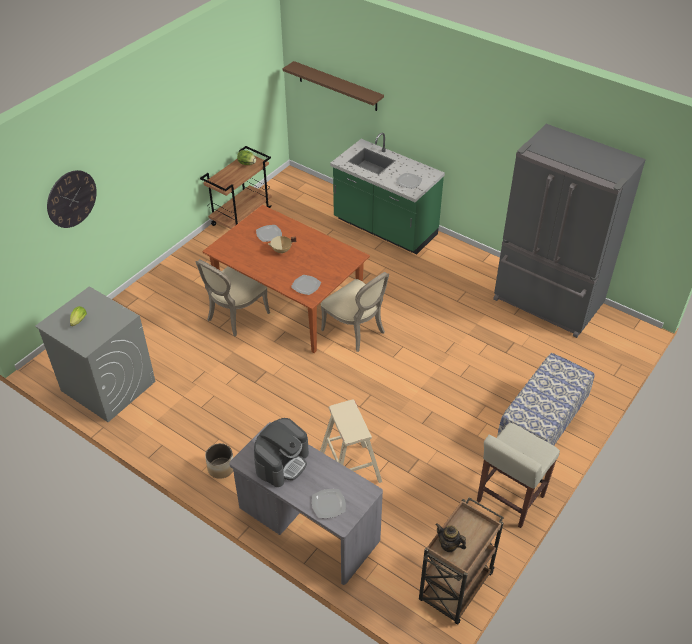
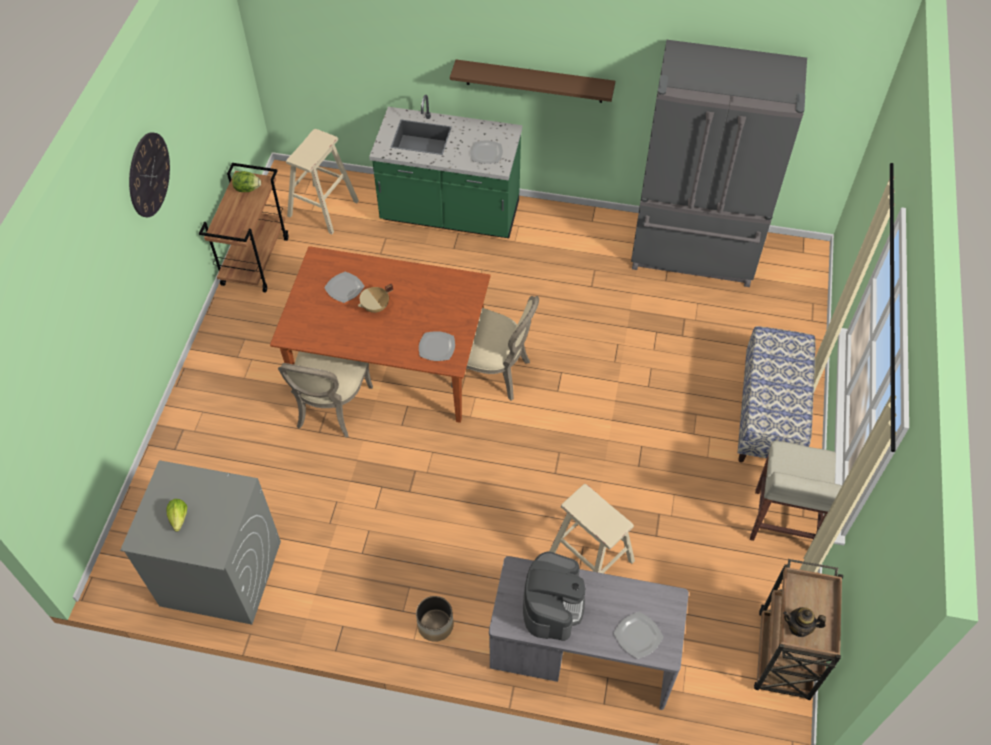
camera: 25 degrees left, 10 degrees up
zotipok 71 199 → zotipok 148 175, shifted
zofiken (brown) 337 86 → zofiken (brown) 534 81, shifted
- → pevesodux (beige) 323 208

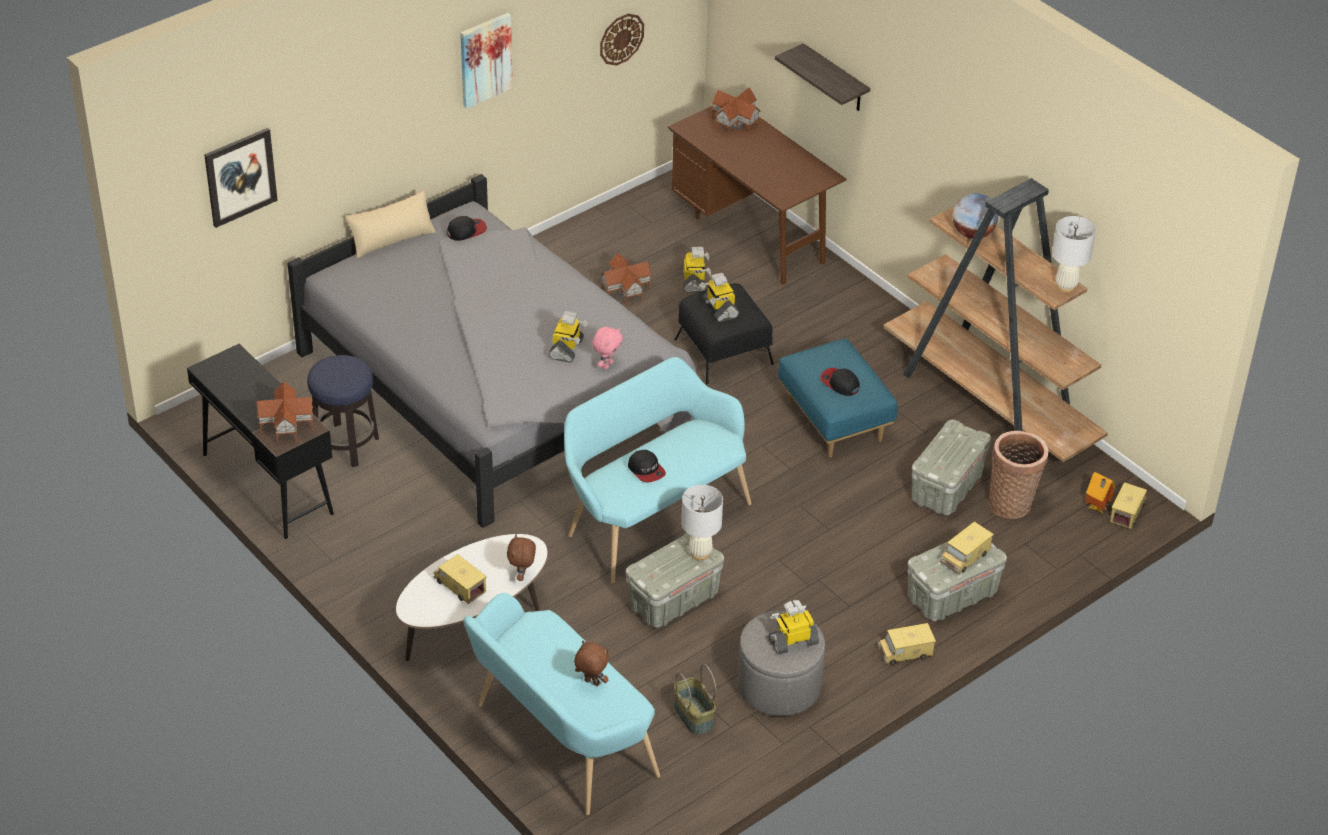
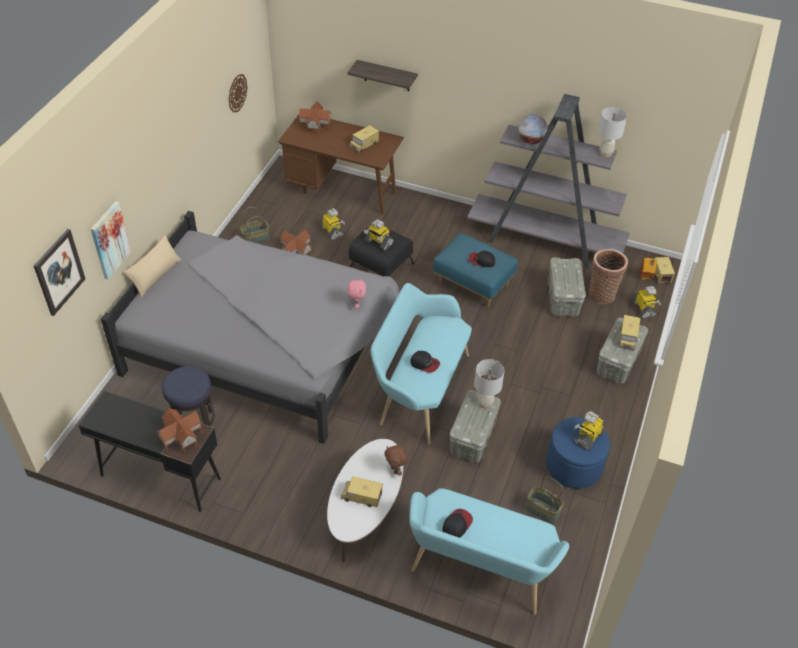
camera: 30 degrees left, 5 degrees up
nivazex 466 231 → nivazex 457 524, shifted
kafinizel 485 59 → kafinizel 110 240, shifted
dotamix 567 349 → dotamix 643 309, shifted
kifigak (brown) 591 683 → -
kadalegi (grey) 779 686 → kadalegi (blue) 574 466
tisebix 905 652 → tisebix 364 144, shifted
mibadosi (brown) 990 405 → mibadosi (grey) 545 241
- → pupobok 256 238

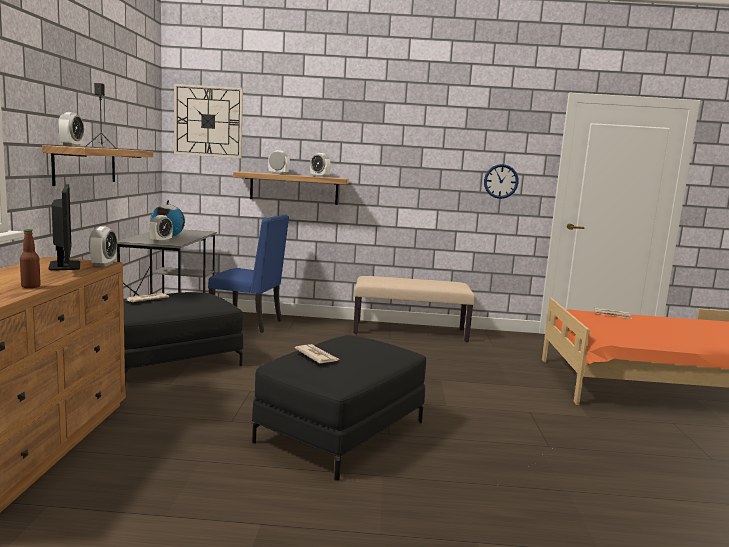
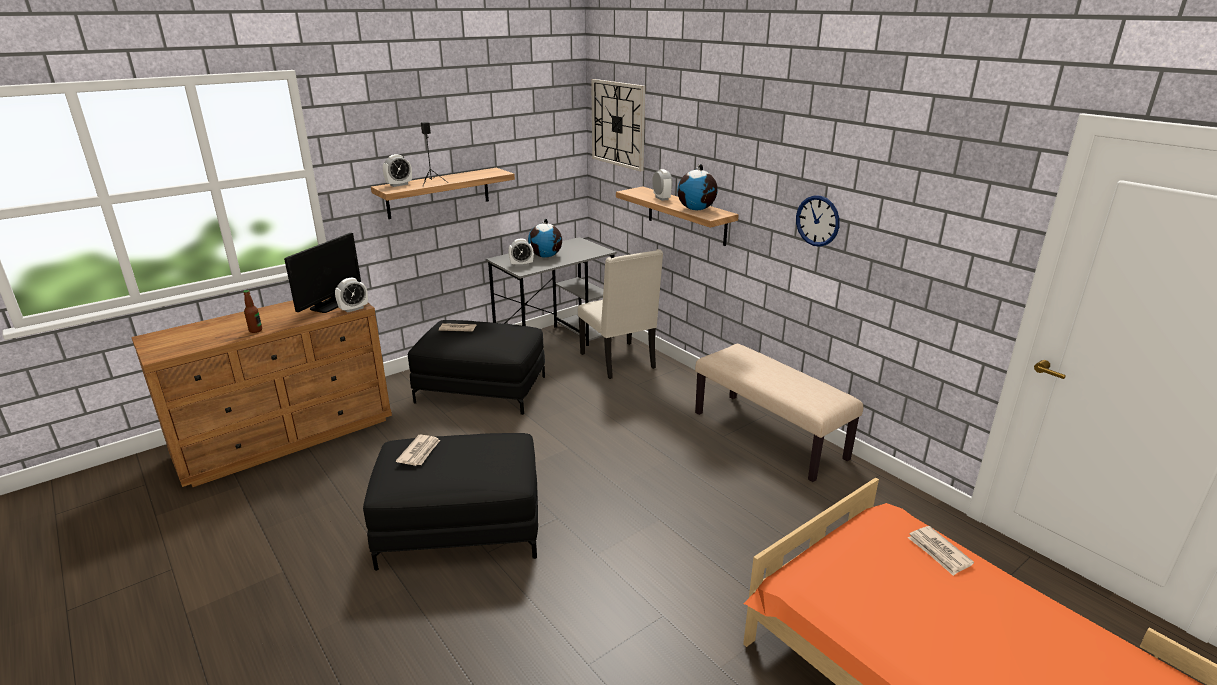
camera: 50 degrees right, 15 degrees up
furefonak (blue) 248 323 → furefonak (beige) 619 361
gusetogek 319 176 → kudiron 696 209
zotipok 501 181 → zotipok 817 221, shifted

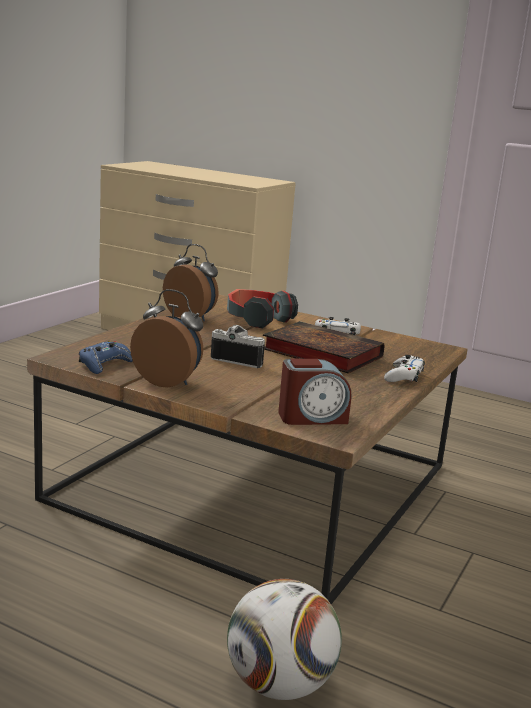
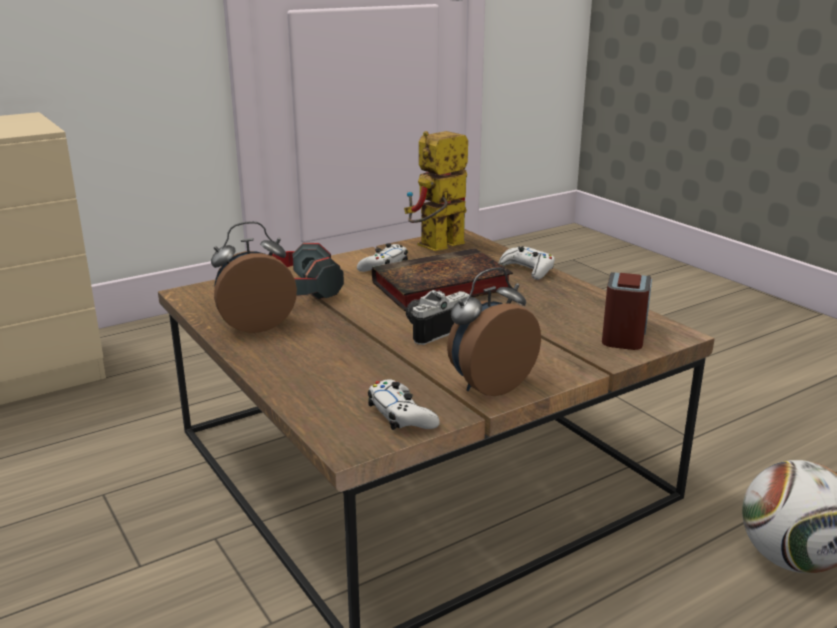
camera: 60 degrees left, 5 degrees up
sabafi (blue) 104 364 → sabafi (white) 401 415
- → dotamix 436 247

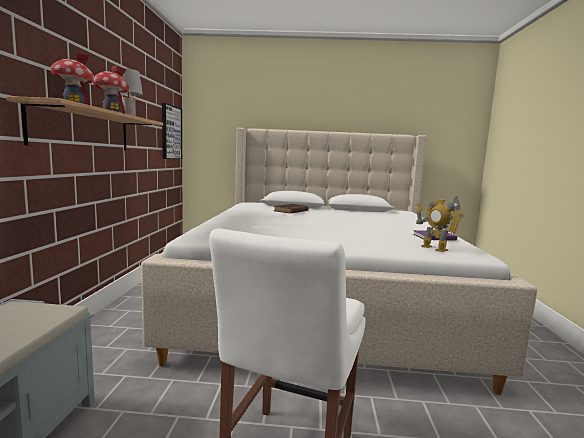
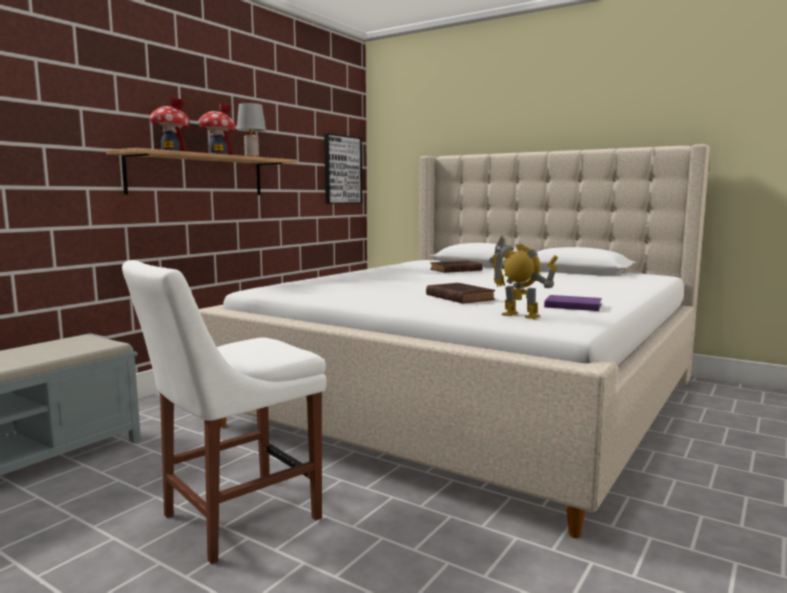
camera: 30 degrees right, 0 degrees up
dotamix 434 248 → dotamix 520 315, 135 degrees clockwise
- → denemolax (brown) 458 297

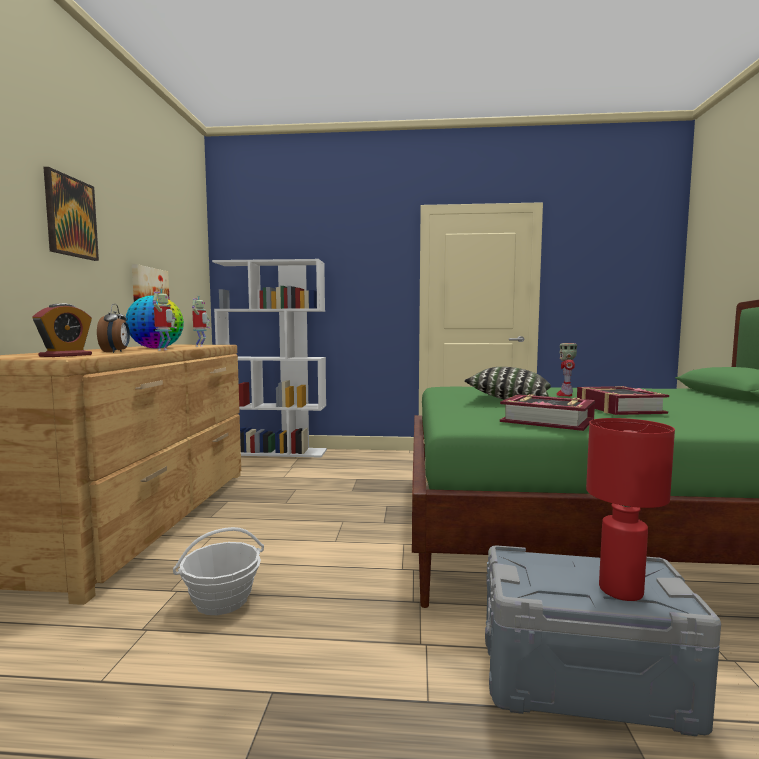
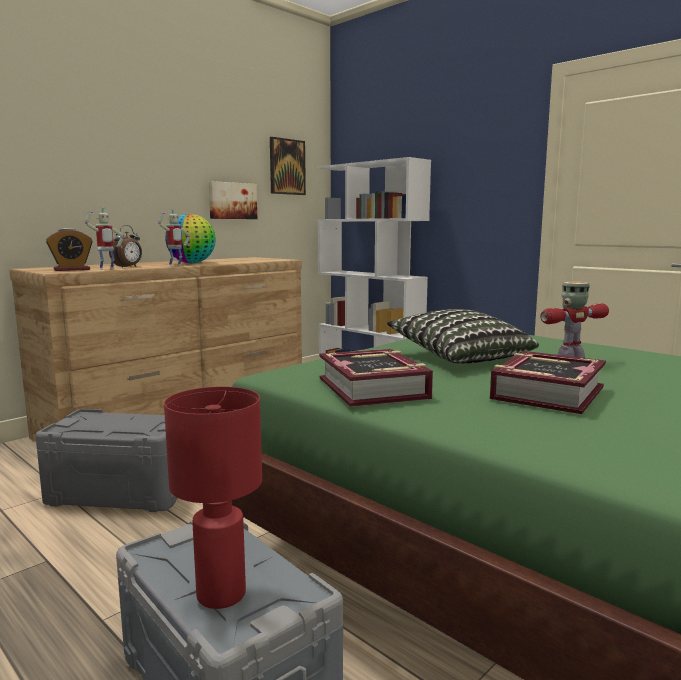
camera: 40 degrees right, 5 degrees up
kafinizel 70 217 → kafinizel 287 167, shifted
pupobok 222 600 → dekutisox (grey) 123 491
dotamix 200 346 → dotamix 107 269, shifted

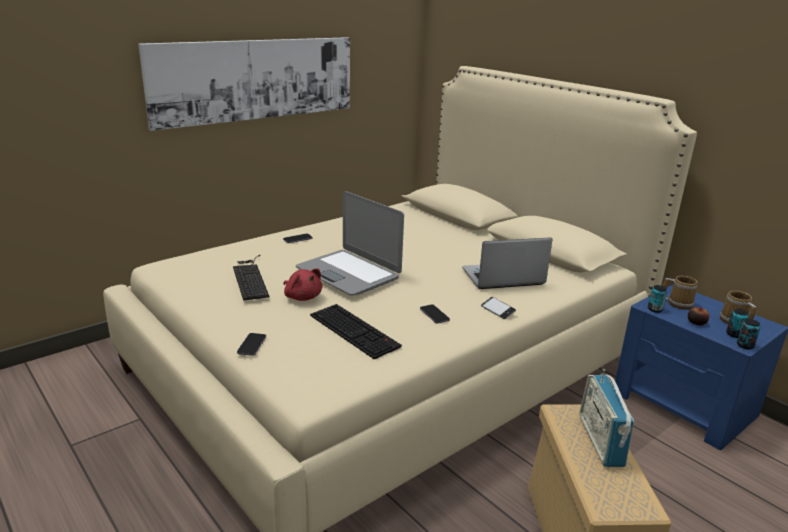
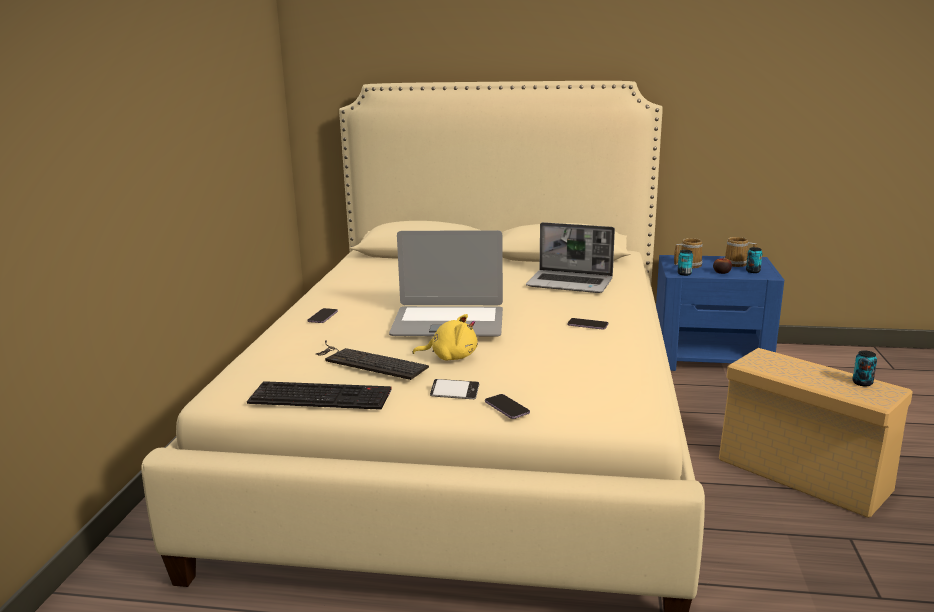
camera: 40 degrees left, 5 degrees down
kafinizel 256 79 → -
kifigak (red) 302 297 → kifigak (yellow) 450 357
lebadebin 356 331 → lebadebin 322 396, shifted
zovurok 502 278 → zovurok 571 283, 105 degrees counterclockwise
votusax 497 310 → votusax 454 393, shifted
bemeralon 600 441 → -
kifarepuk 745 346 → kifarepuk 862 383, shifted

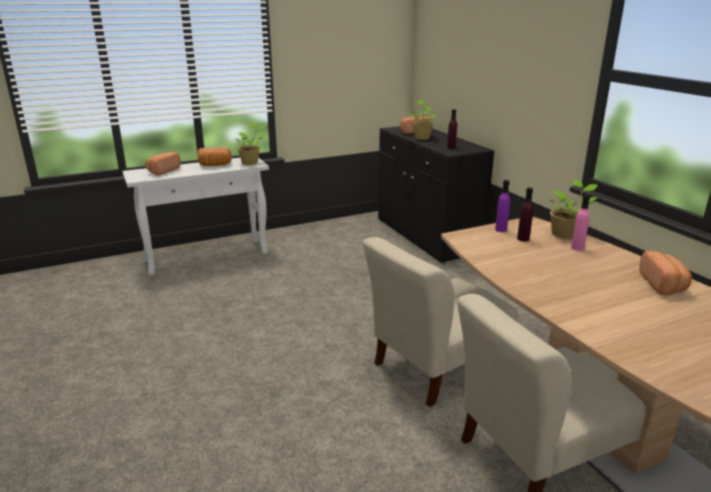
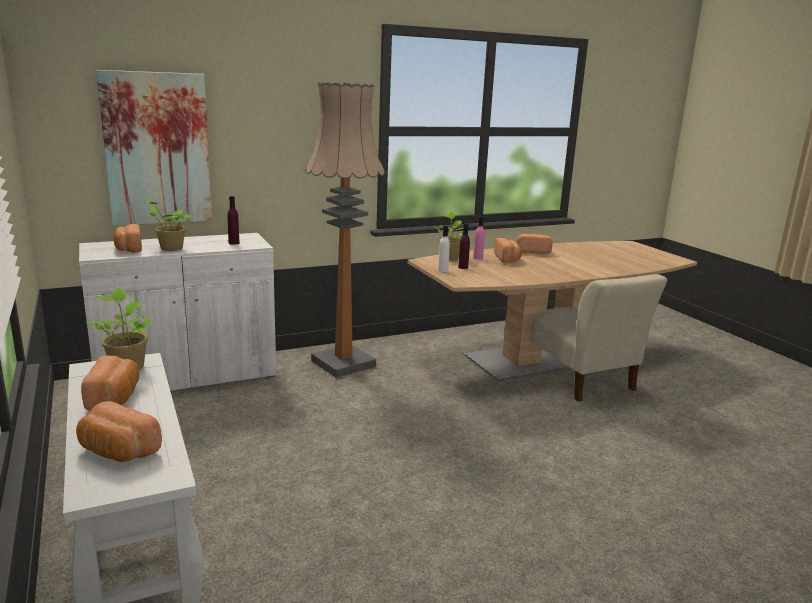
camera: 90 degrees left, 5 degrees down
furefonak (beige) 436 367 → -
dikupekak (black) 427 236 → dikupekak (white) 187 377
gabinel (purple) 501 229 → gabinel (white) 443 270
- → kafinizel 157 149
- → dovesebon 343 363
- → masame 507 259

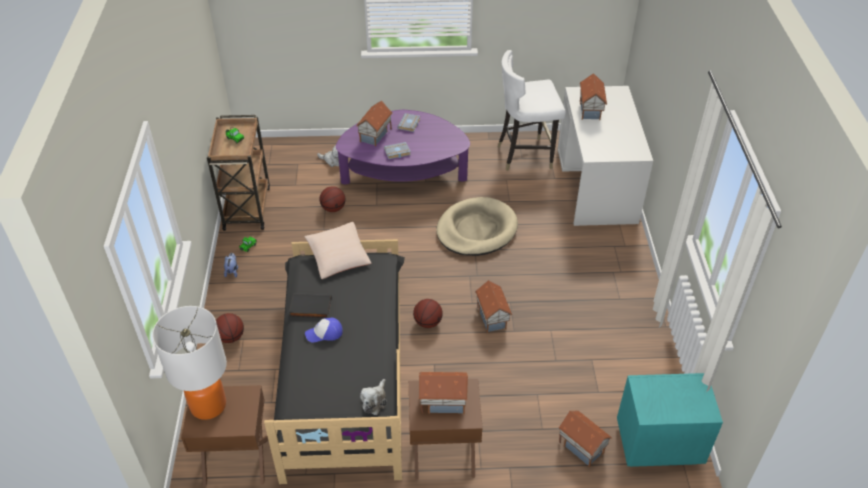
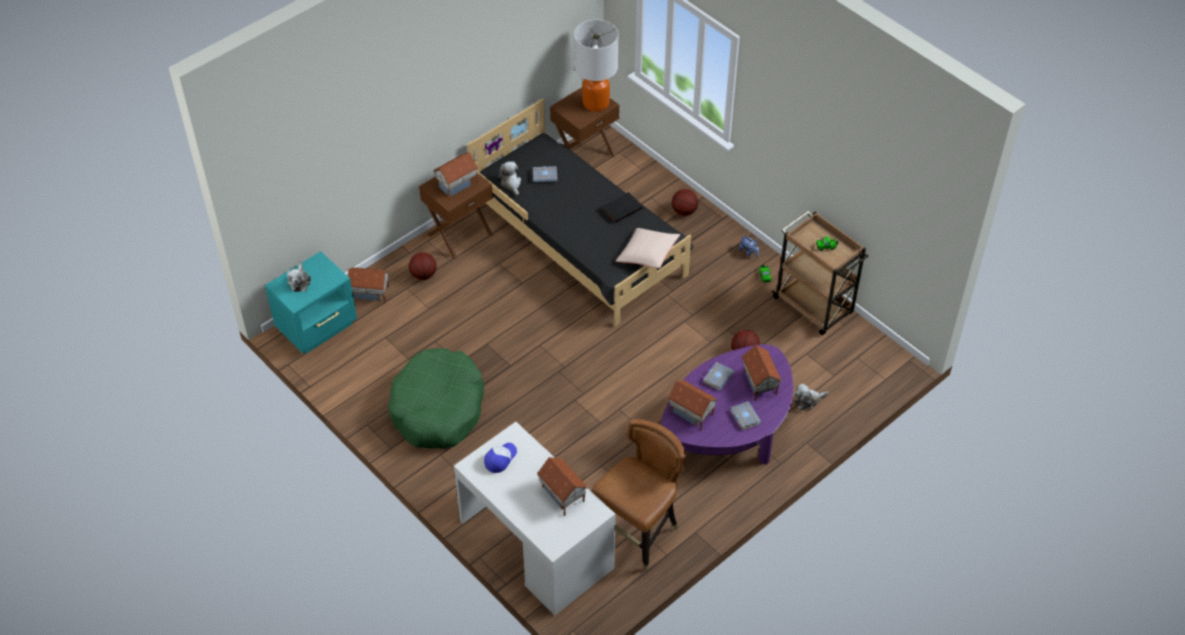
camera: 140 degrees right, 5 degrees up
nivazex 324 333 → nivazex 500 459, shifted
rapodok 428 322 → rapodok 423 275, shifted
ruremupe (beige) 476 230 → -
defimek 493 317 → defimek 691 414, shifted
furefonak (white) 525 155 → furefonak (brown) 639 536
- → kifigak 299 281
- → ruremupe (green) 438 408
- → denemolax (grey) 545 175

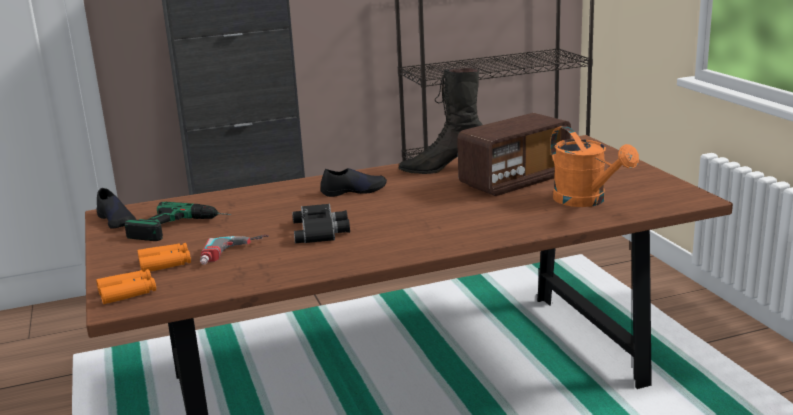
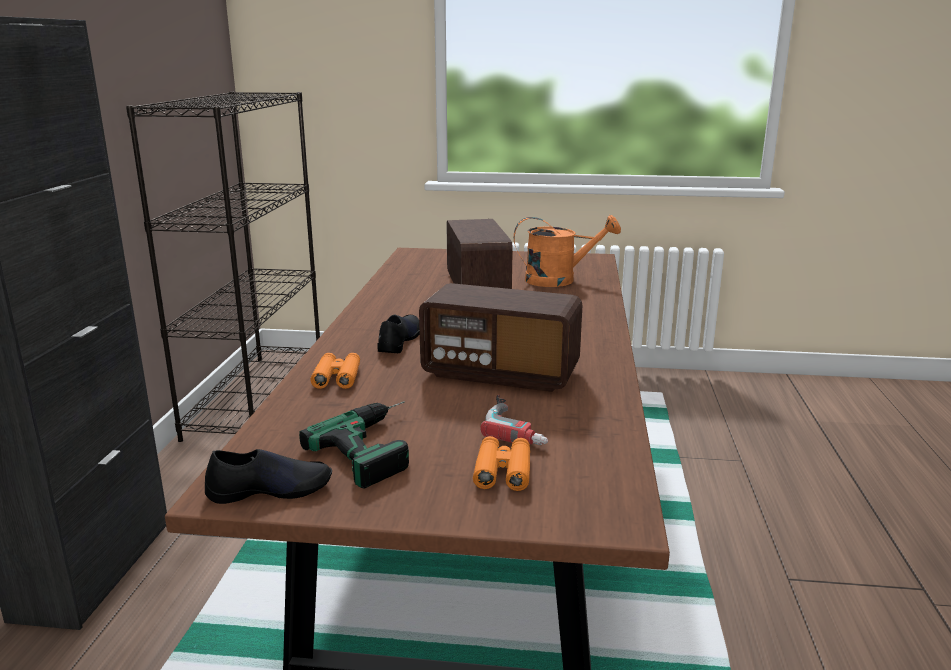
camera: 65 degrees left, 0 degrees up
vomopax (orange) 128 293 → vomopax (orange) 337 377, shifted
vomopax (black) 322 230 → bemeralon 500 373
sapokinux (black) 443 169 → -

